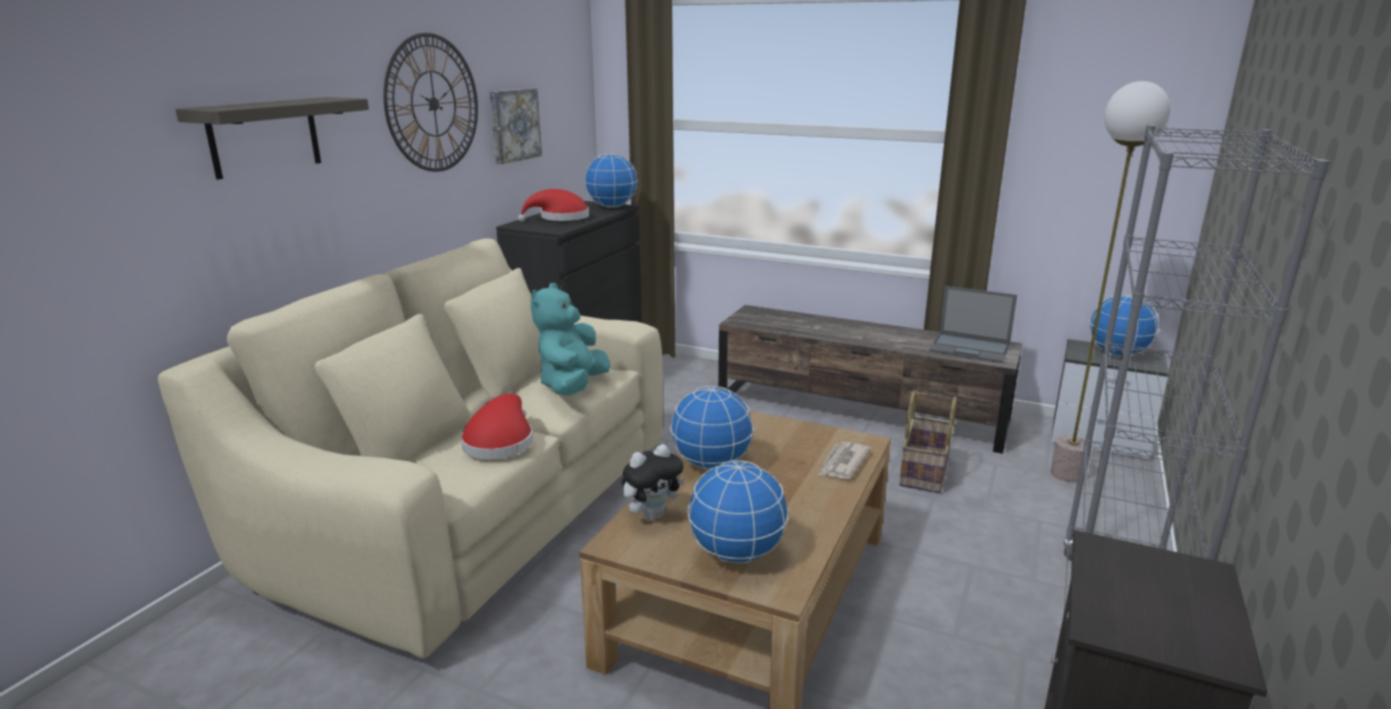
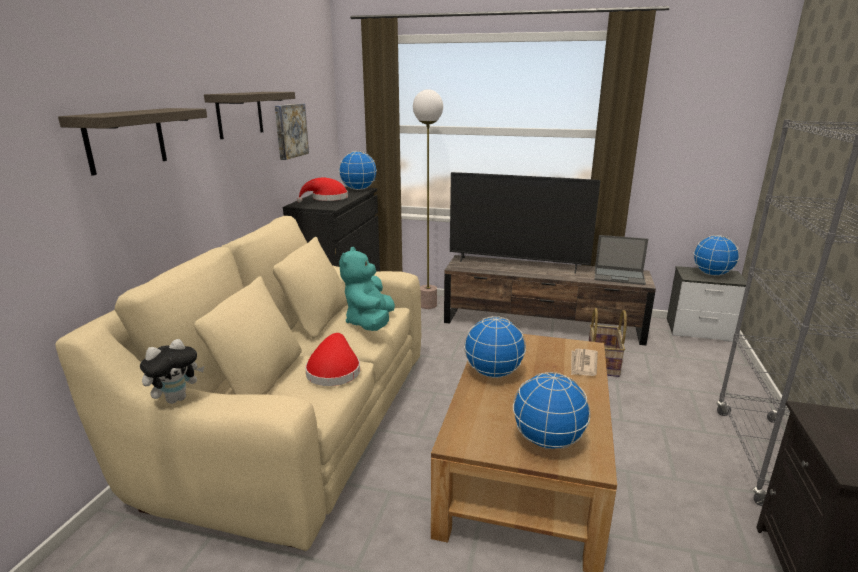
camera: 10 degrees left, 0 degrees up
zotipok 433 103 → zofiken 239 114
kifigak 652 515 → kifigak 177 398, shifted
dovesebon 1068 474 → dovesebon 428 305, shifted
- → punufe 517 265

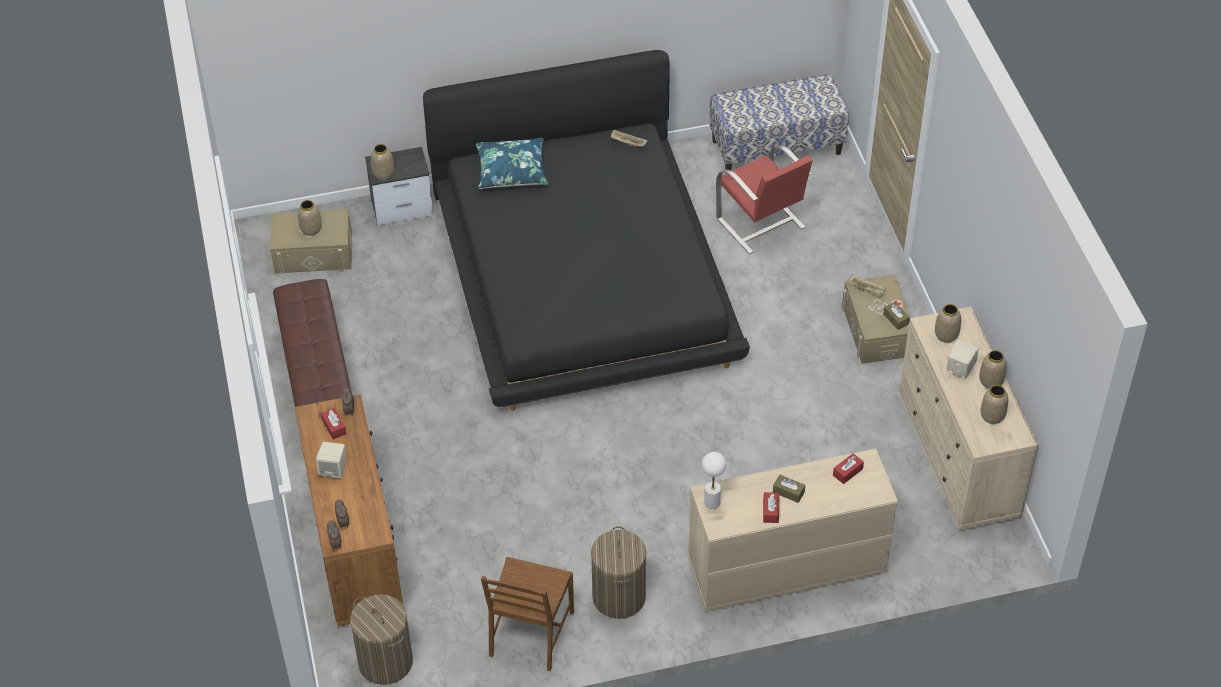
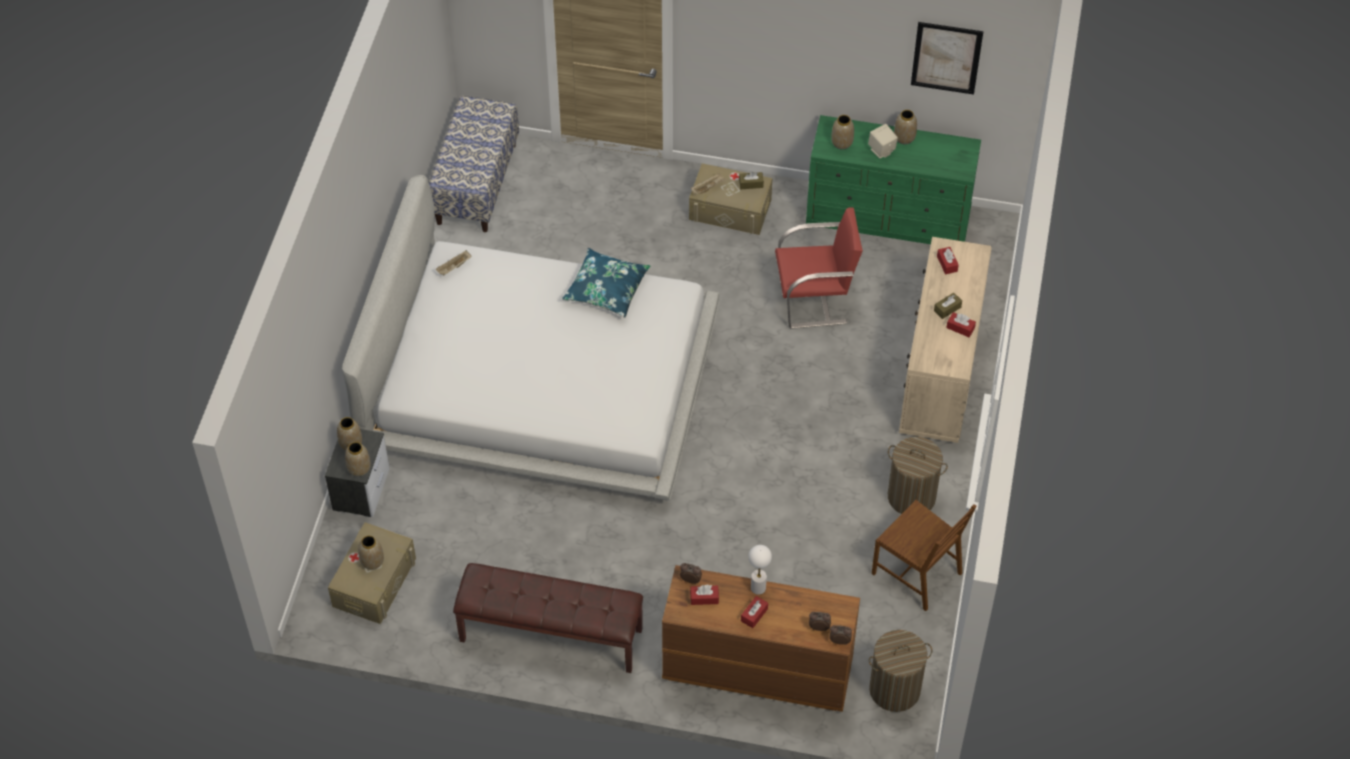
camera: 65 degrees left, 5 degrees up
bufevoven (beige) 333 470 → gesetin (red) 754 615
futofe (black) 583 275 → futofe (white) 539 382
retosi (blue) 511 171 → retosi (blue) 606 289, shifted
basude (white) 712 502 → basude (white) 758 587, shifted
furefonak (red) 761 224 → furefonak (red) 814 299, shifted
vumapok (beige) 958 456 → vumapok (green) 889 217
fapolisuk 992 416 → fapolisuk 351 443, shifted
- → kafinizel 946 57

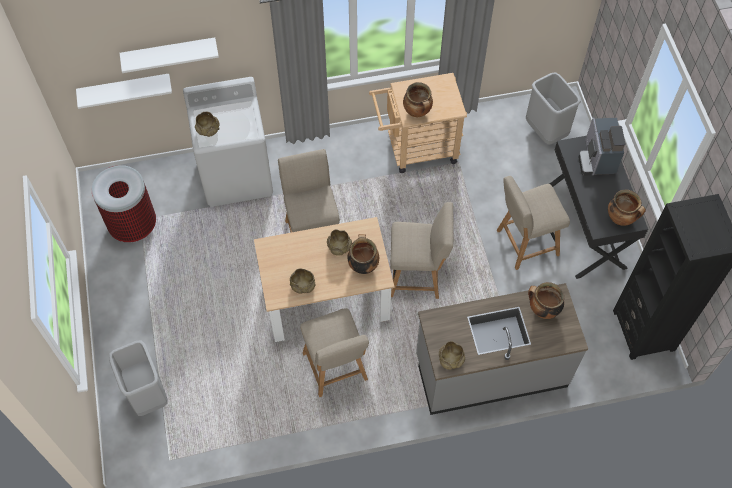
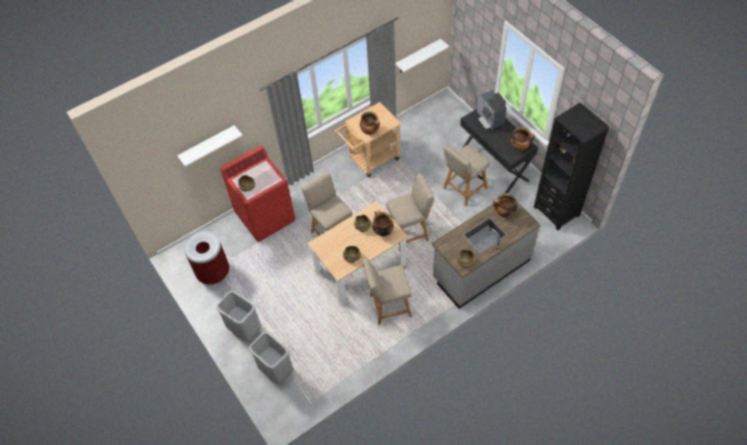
camera: 20 degrees left, 5 degrees down
zofiken (white) 125 89 → zofiken (white) 418 56, shifted
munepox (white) 237 175 → munepox (red) 266 217
furefonak (beige) 336 369 → furefonak (beige) 388 306, 120 degrees clockwise
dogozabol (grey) 546 131 → dogozabol (grey) 245 329, shifted

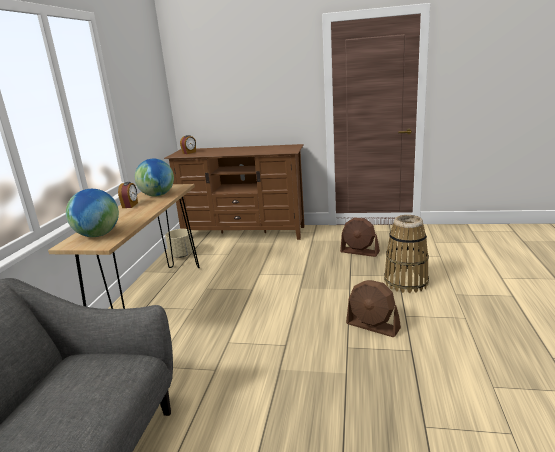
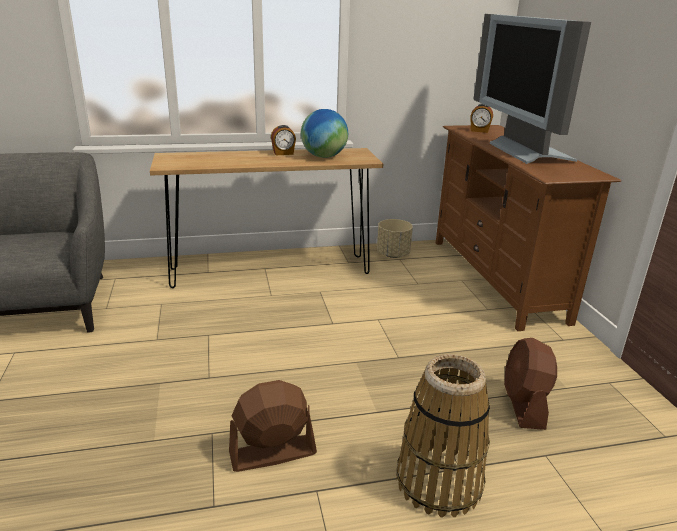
camera: 65 degrees right, 5 degrees up
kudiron 98 235 → -
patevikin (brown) 373 326 → patevikin (brown) 272 453, 60 degrees clockwise
- → punufe 525 152

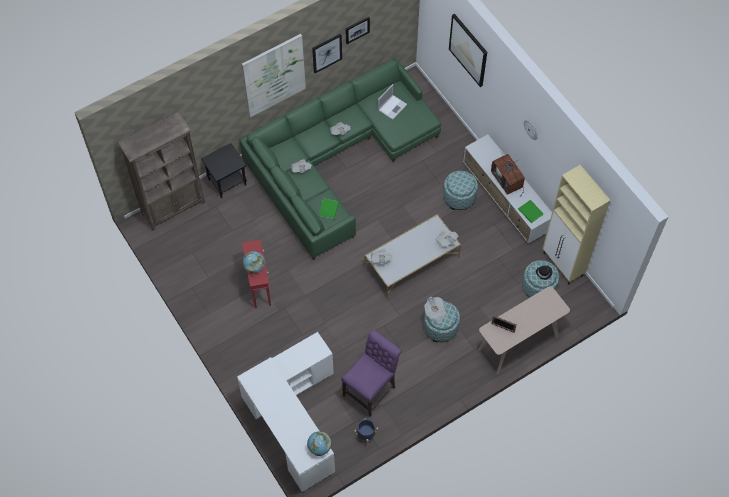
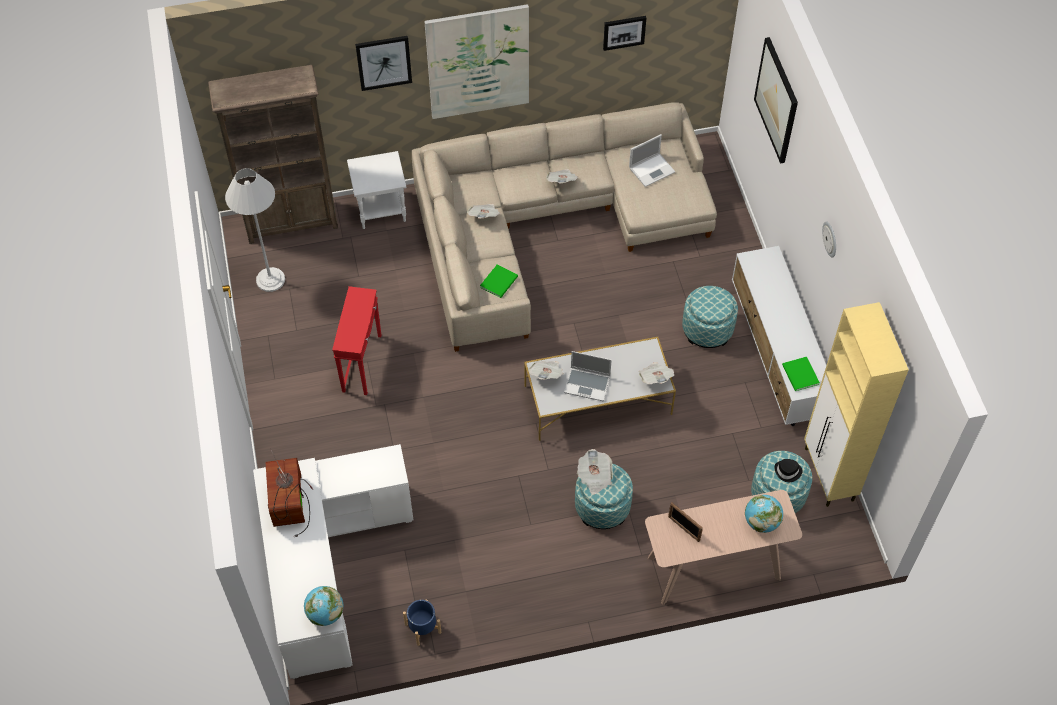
camera: 20 degrees right, 5 degrees down
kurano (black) 227 181 → kurano (white) 381 209
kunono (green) 337 159 → kunono (beige) 549 224
kudiron 254 267 → kudiron 761 522, shifted
kafinizel 327 53 → kafinizel 384 62, shifted
furefonak (purple) 371 389 → -
punufe 508 181 → punufe 290 504, shifted
- → dovesebon (white) 270 280
- → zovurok 588 384

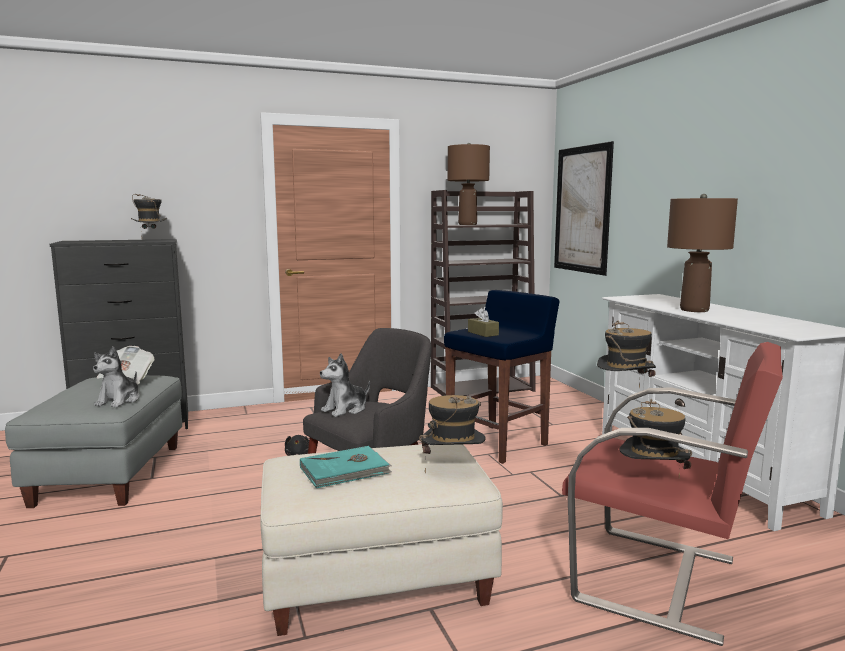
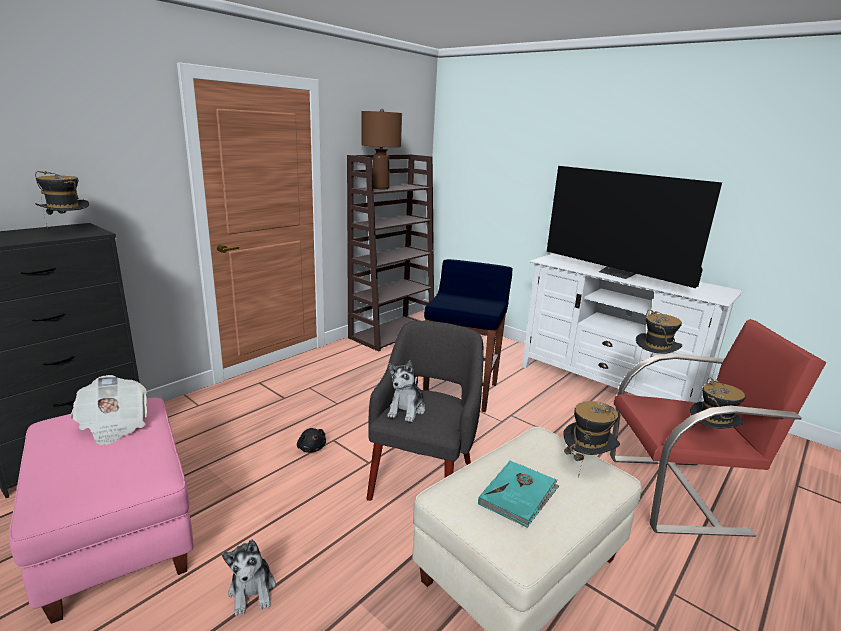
camera: 30 degrees left, 10 degrees up
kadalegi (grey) 108 474 → kadalegi (pink) 116 534
kifigak 119 401 → kifigak 252 590, shifted
gesetin (brown) 483 333 → -
kafinizel 582 209 → -
basude (brown) 695 310 → punufe 617 274

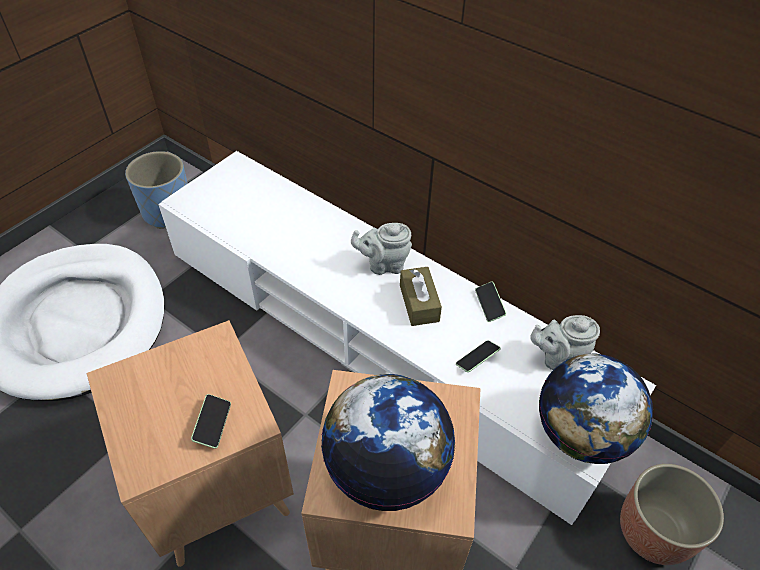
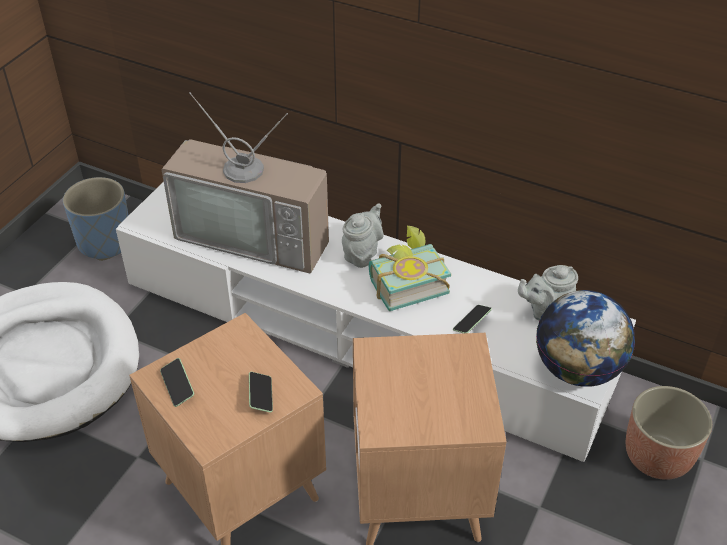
camera: 10 degrees left, 5 degrees down
kudiron 387 469 → -
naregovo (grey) 384 264 → naregovo (grey) 362 253, 135 degrees clockwise
gesetin (brown) 419 303 → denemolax 405 283
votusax 489 305 → votusax 178 386, shifted
- → punufe 257 234

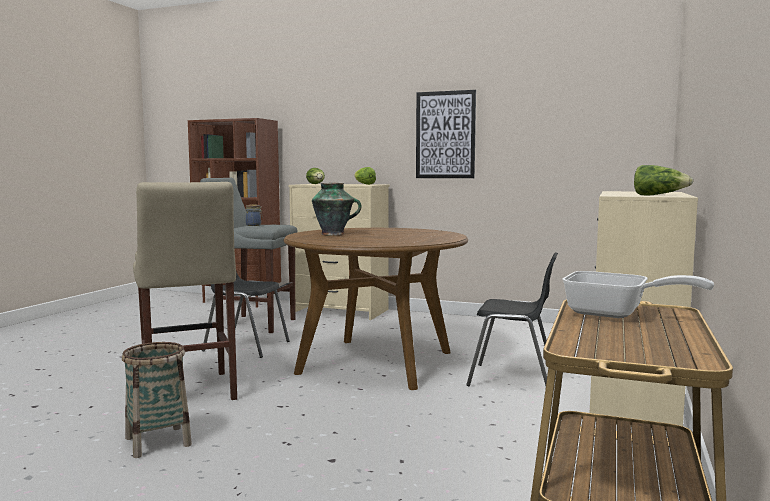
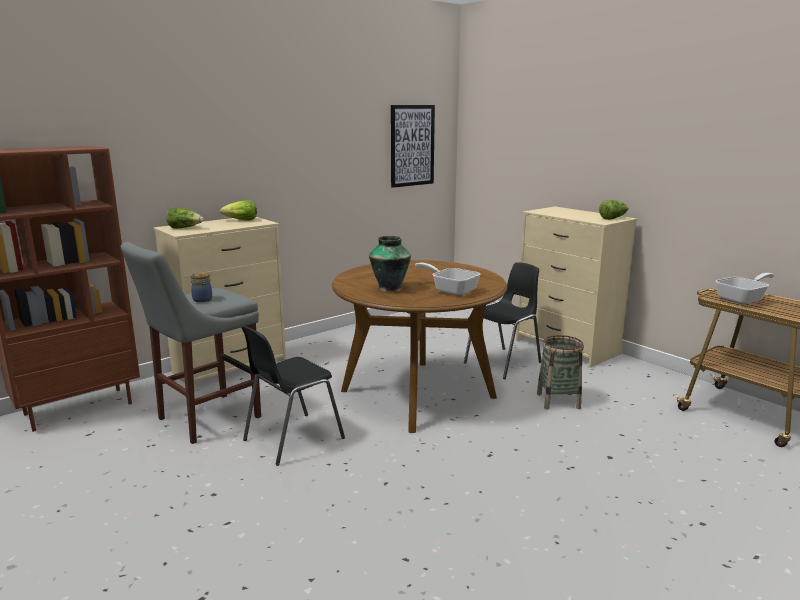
camera: 60 degrees left, 10 degrees up
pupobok 158 441 → pupobok 558 401, shifted
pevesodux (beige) 189 393 → -
kafinizel 445 135 → kafinizel 412 145, shifted
- → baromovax 451 290

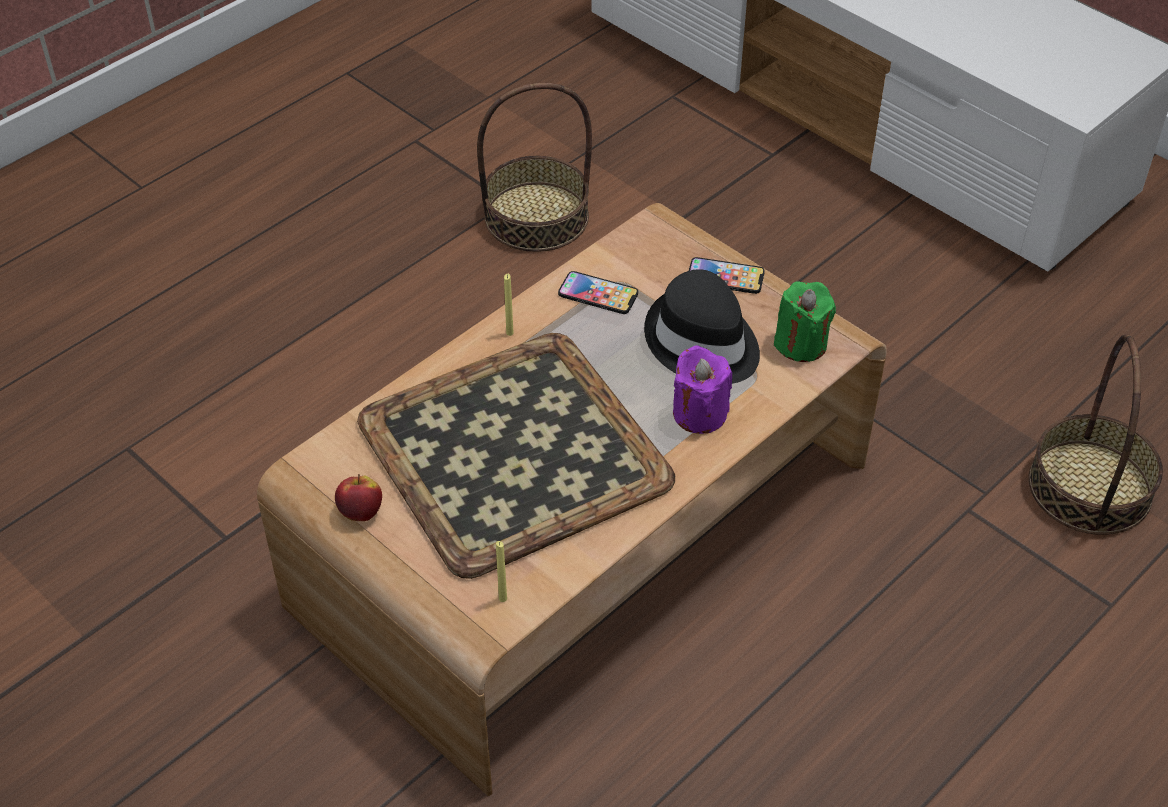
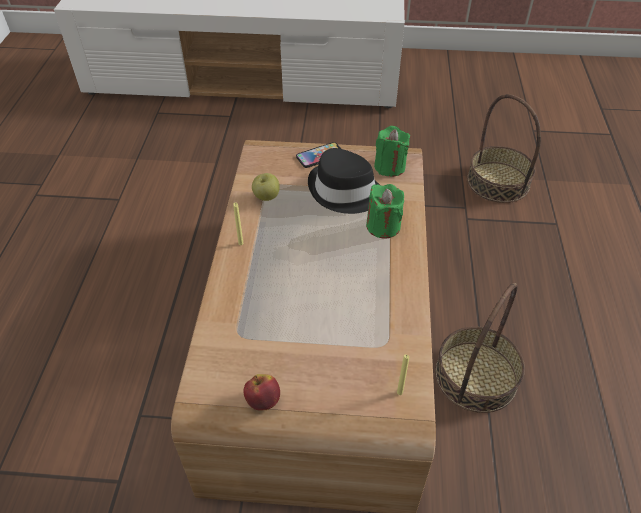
camera: 40 degrees left, 0 degrees up
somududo 510 451 → -
pupobok 536 217 → pupobok 476 376, shifted
votusax 598 294 → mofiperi 266 197
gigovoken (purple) 699 413 → gigovoken (green) 383 226

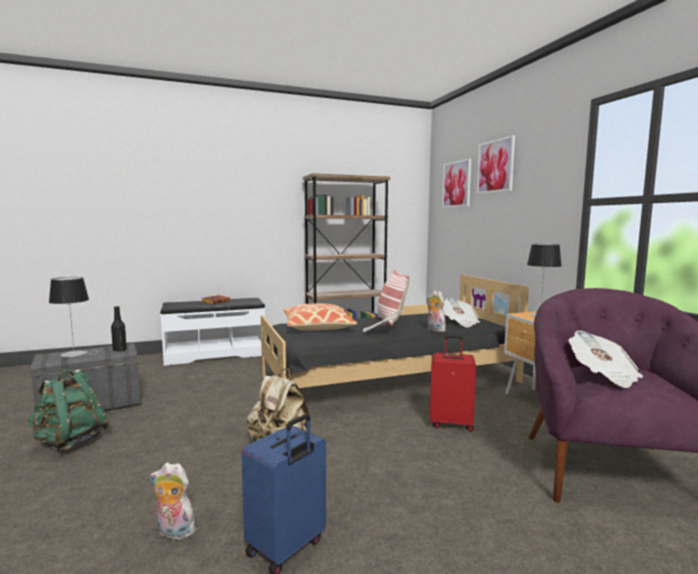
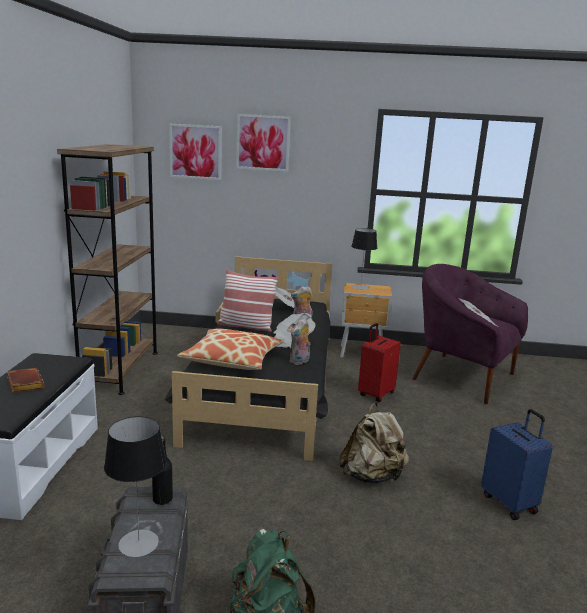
camera: 65 degrees left, 10 degrees up
kifigak 173 532 → kifigak 300 362, shifted

